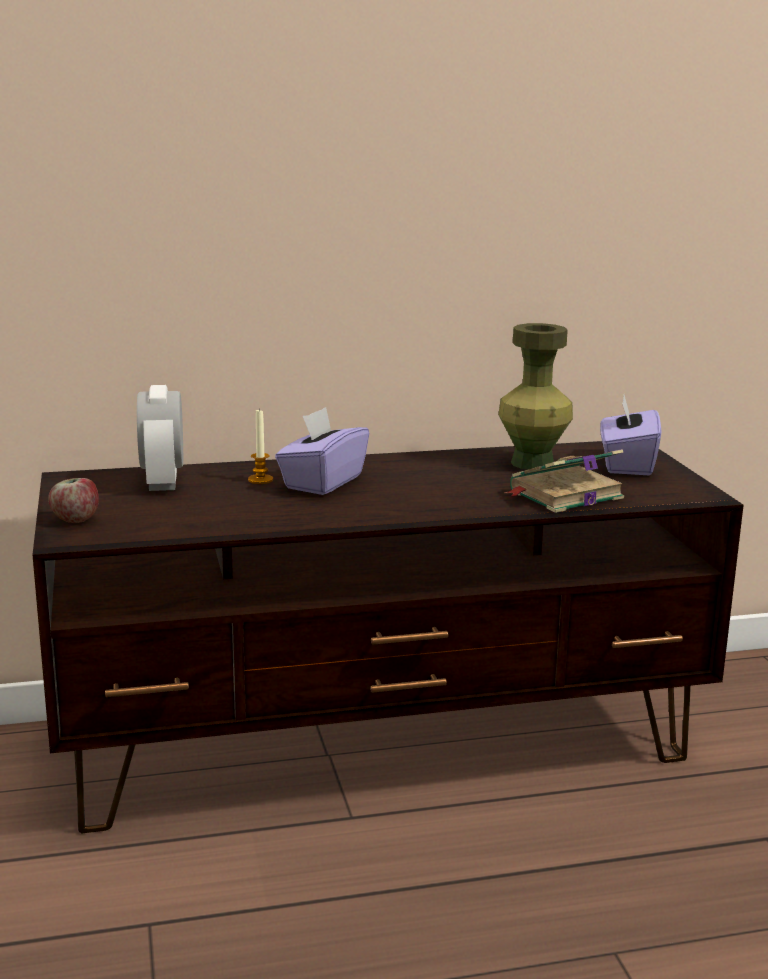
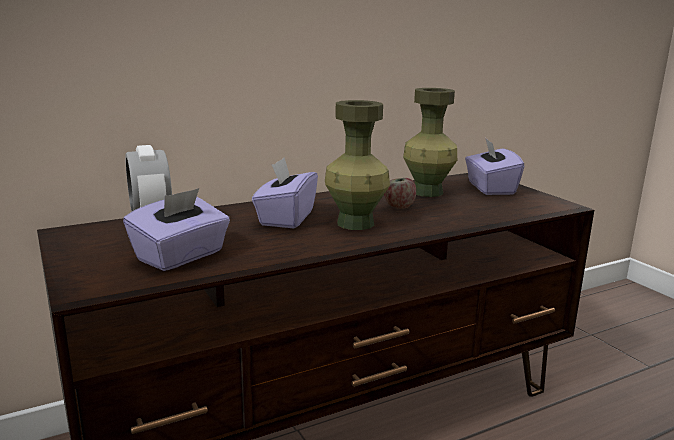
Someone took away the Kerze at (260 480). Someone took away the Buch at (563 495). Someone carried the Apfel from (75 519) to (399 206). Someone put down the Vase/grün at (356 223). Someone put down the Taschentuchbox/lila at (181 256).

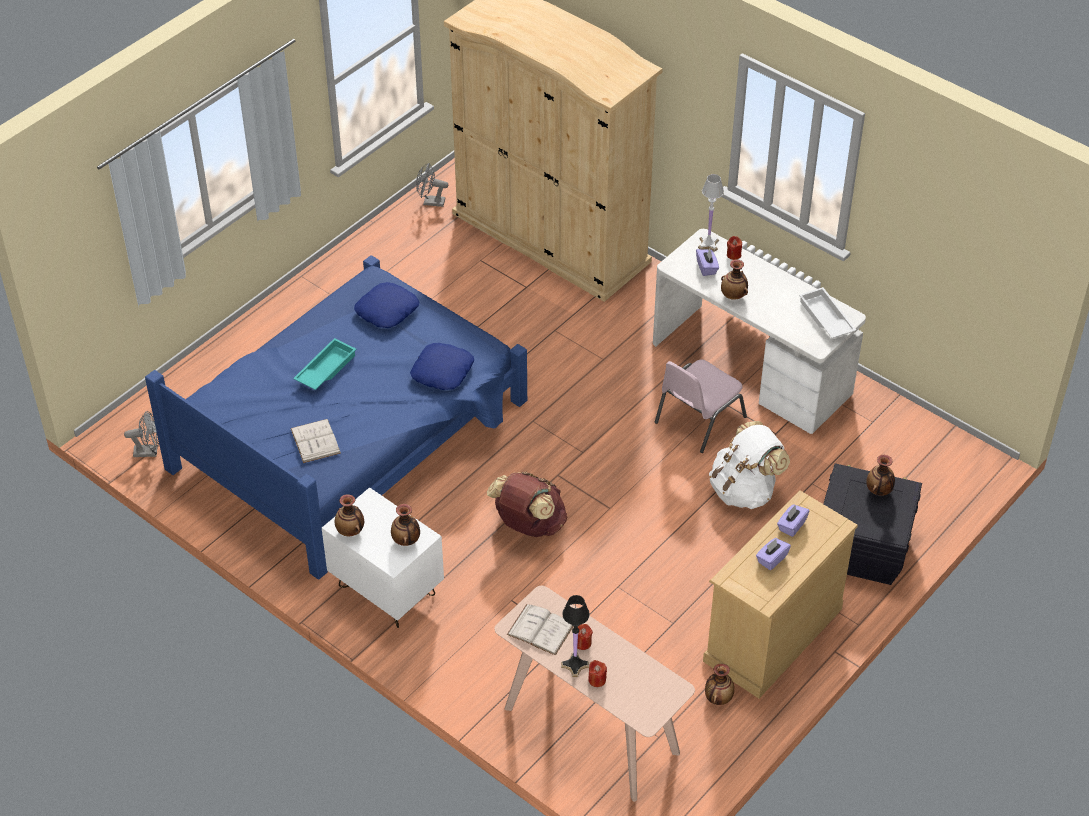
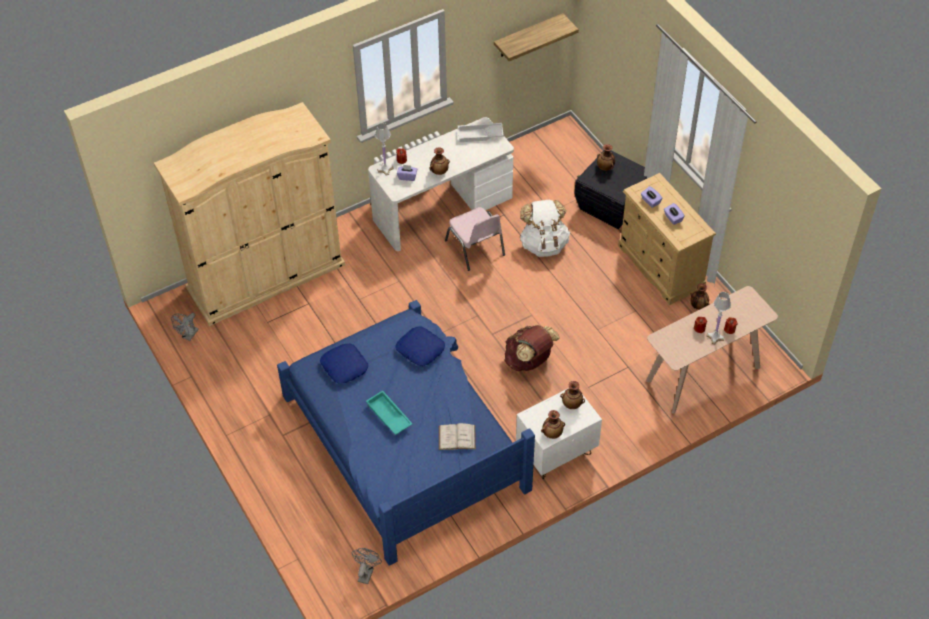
Someone repainted the Tischlampe/schwarz at (575 665), which became the Tischlampe/weiß at (715 337). Someone took away the Buch/weiß at (540 629). Someone put up the Wandregal at (528 36).

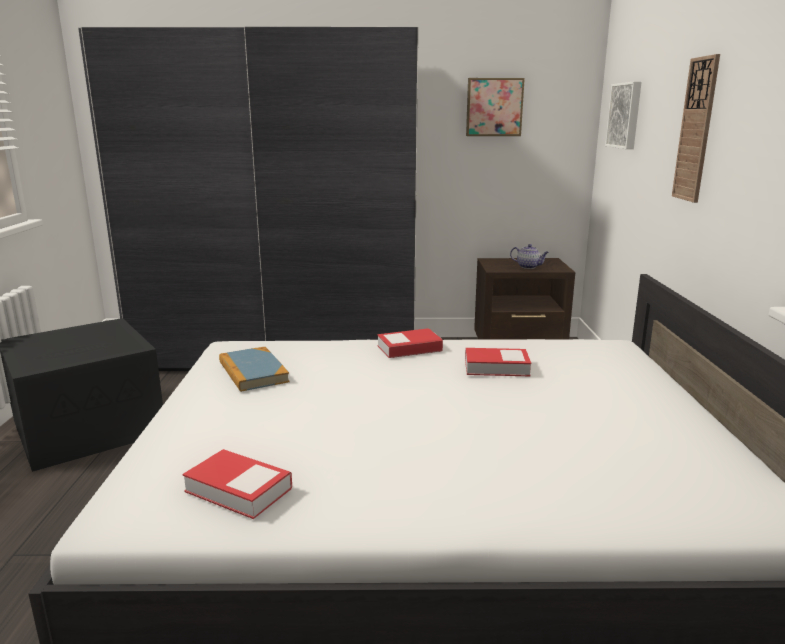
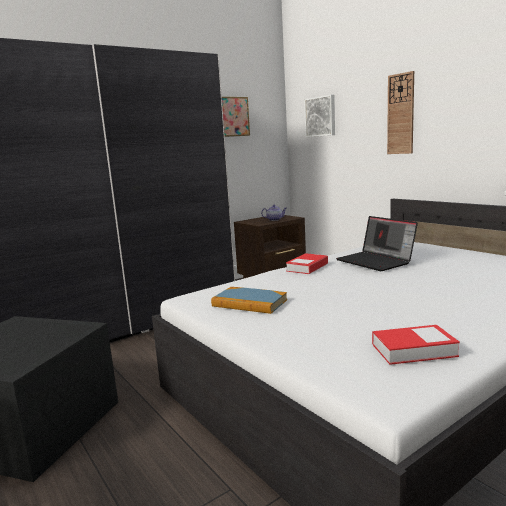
Someone swapped the Buch at (496 367) for the Laptop at (376 261).

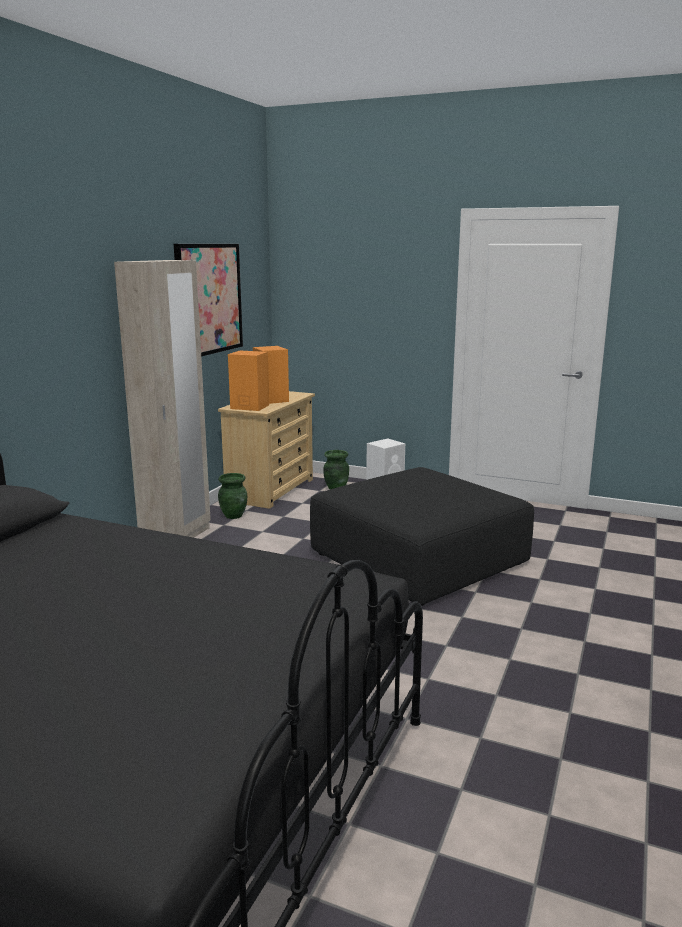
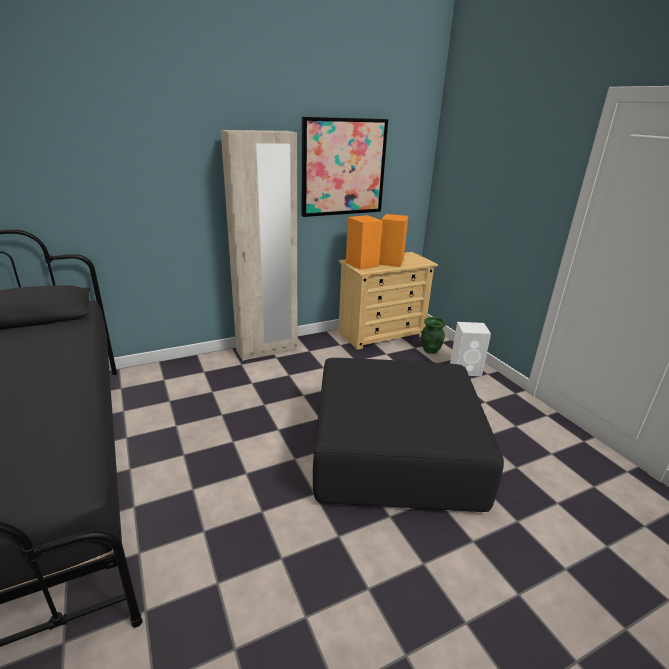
Someone took away the Vase/grün at (234 515).

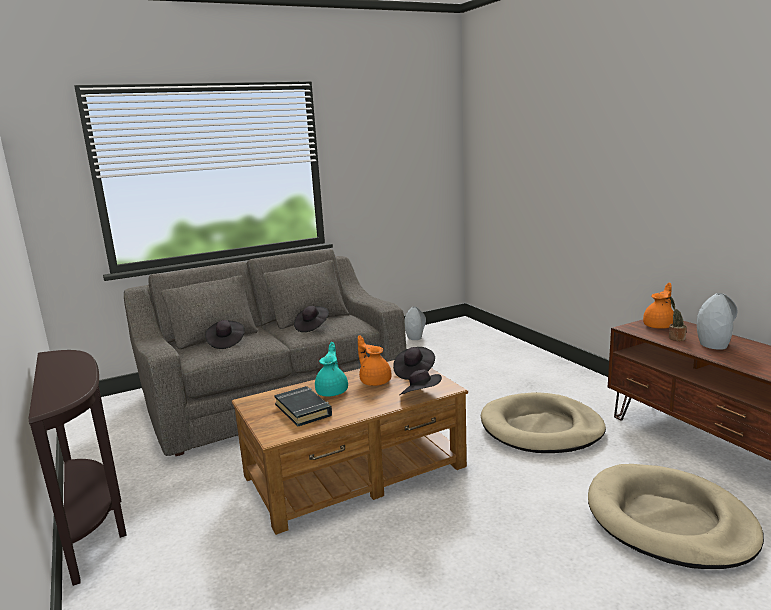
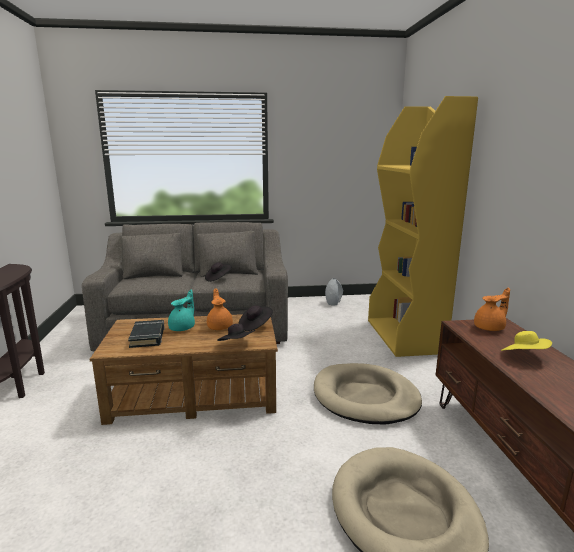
Someone swapped the Vase/grau at (713 345) for the Hut/gelb at (524 356). Someone took away the Topfpflanze at (675 338). Someone took away the Hut/schwarz at (226 342). Someone put down the Bücherregal/gelb at (405 336).

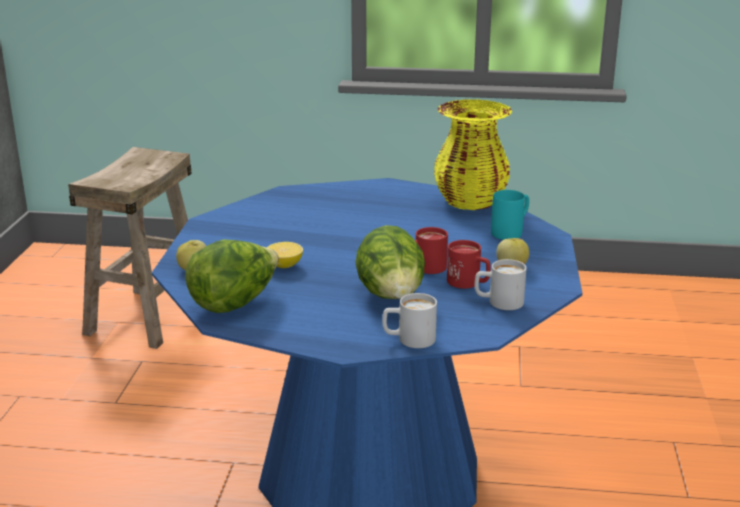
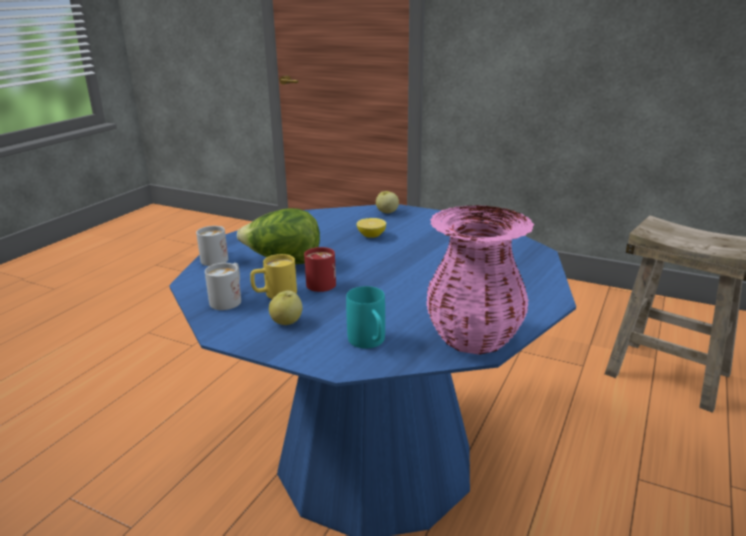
Someone repainted the Vase/gelb at (470 202), which became the Vase/rosa at (473 339). Someone took away the Salatkopf at (235 303). Someone repainted the Henkelbecher/rot at (469 283), which became the Henkelbecher/gelb at (274 294).

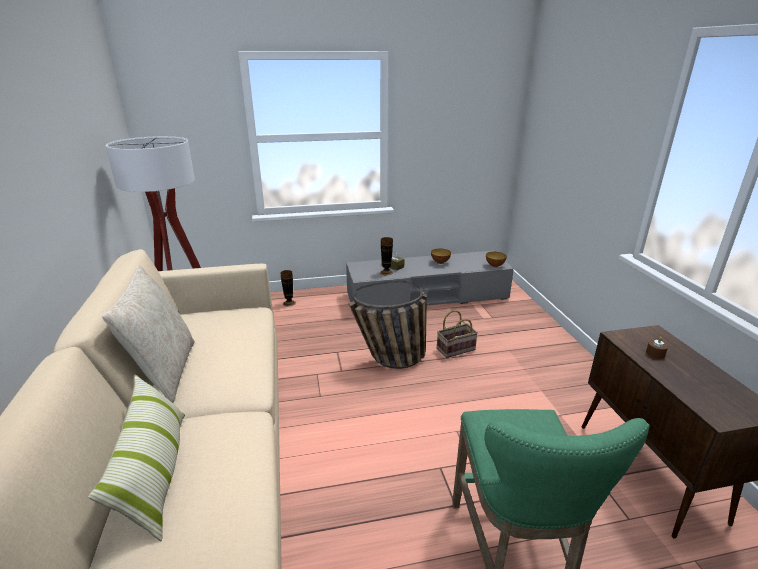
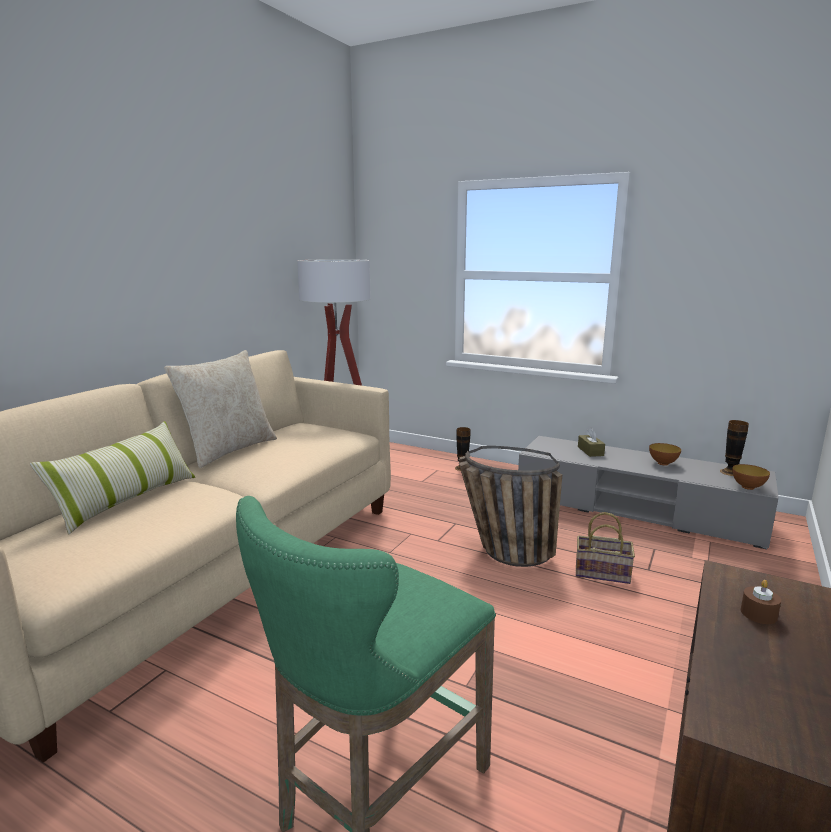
Someone carried the Vase from (386 272) to (730 472).

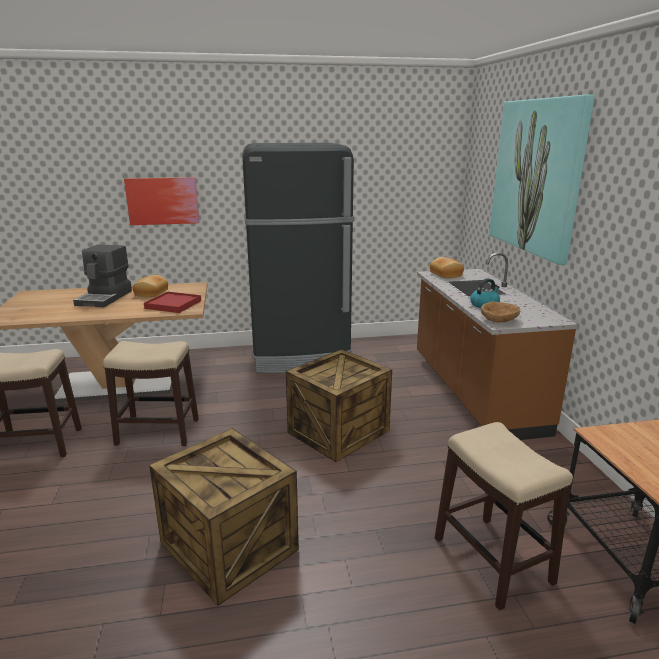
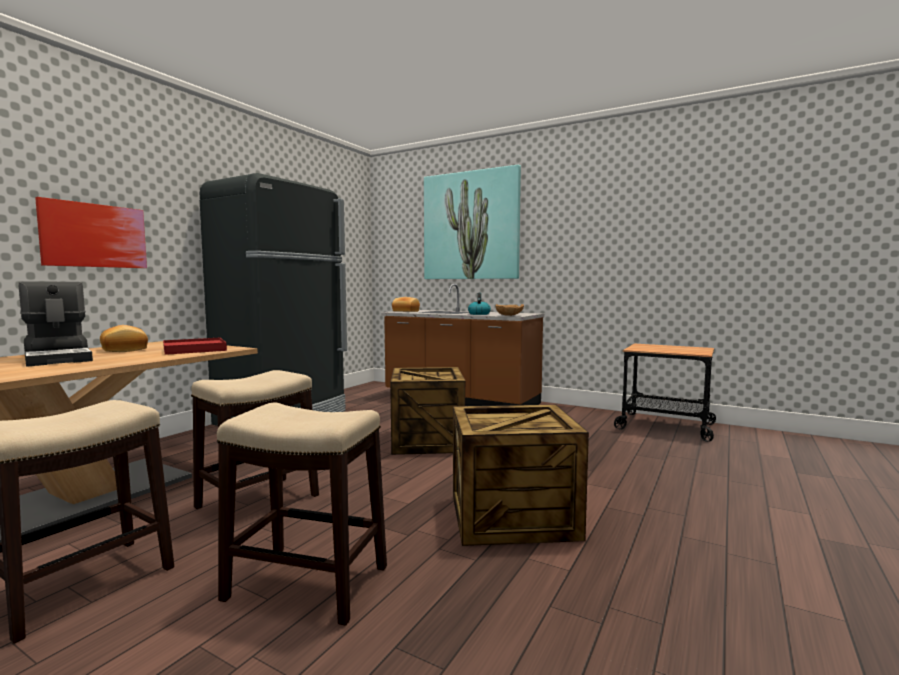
Someone carried the Hocker from (493 561) to (308 583).

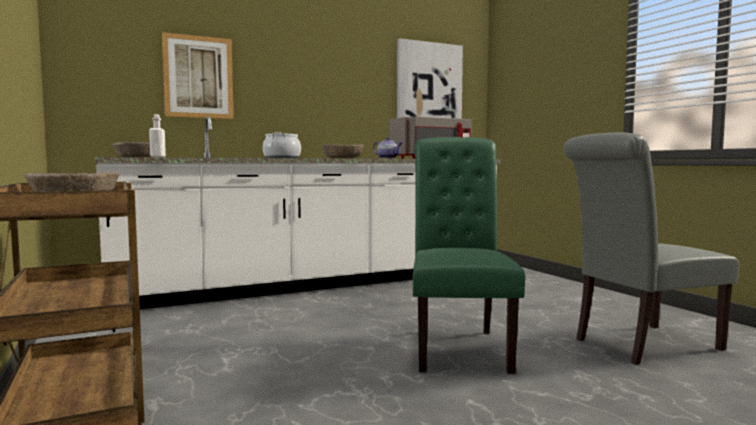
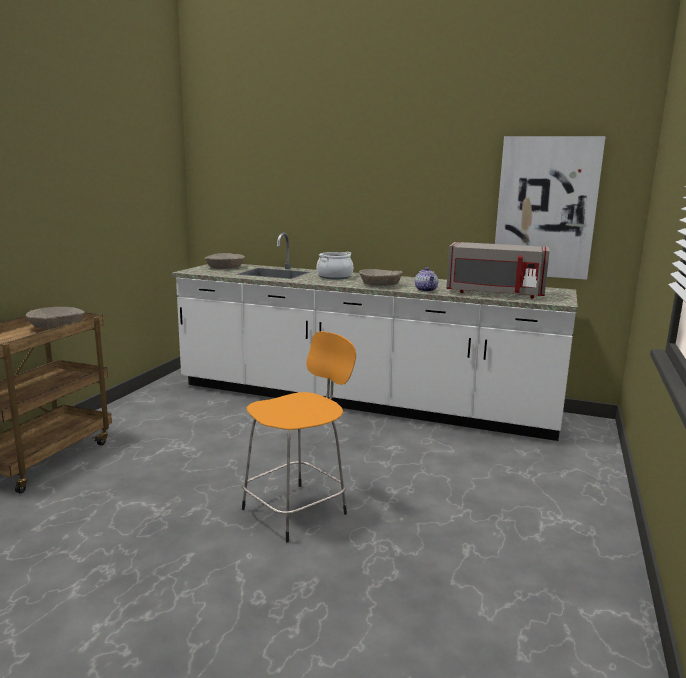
Someone took away the Bild at (198 77). Someone took away the Flasche/weiß at (158 157). Someone took away the Stuhl/grau at (640 345). Someone swapped the Stuhl/grün at (458 346) for the Hocker/orange at (297 510).

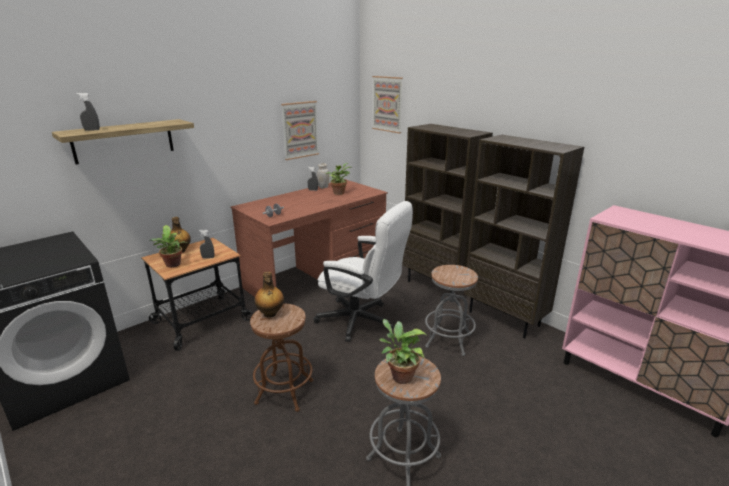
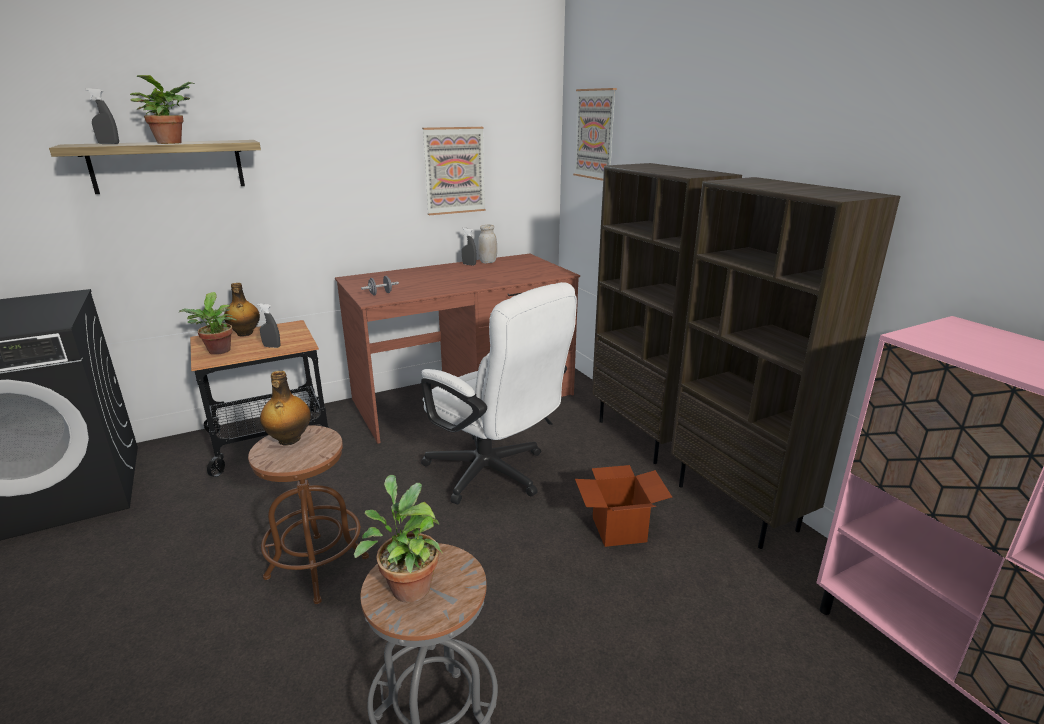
Someone carried the Topfpflanze from (339 192) to (172 143). Someone swapped the Hocker/grau at (448 340) for the Karton at (619 529).

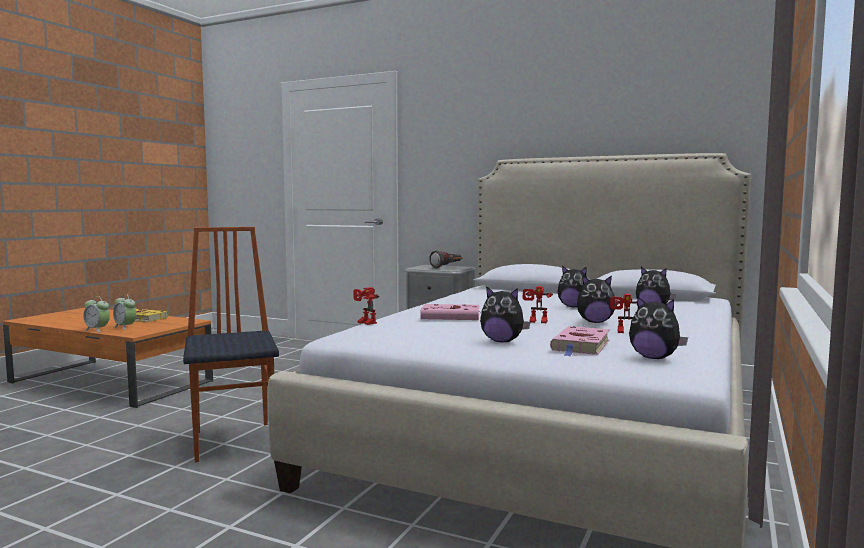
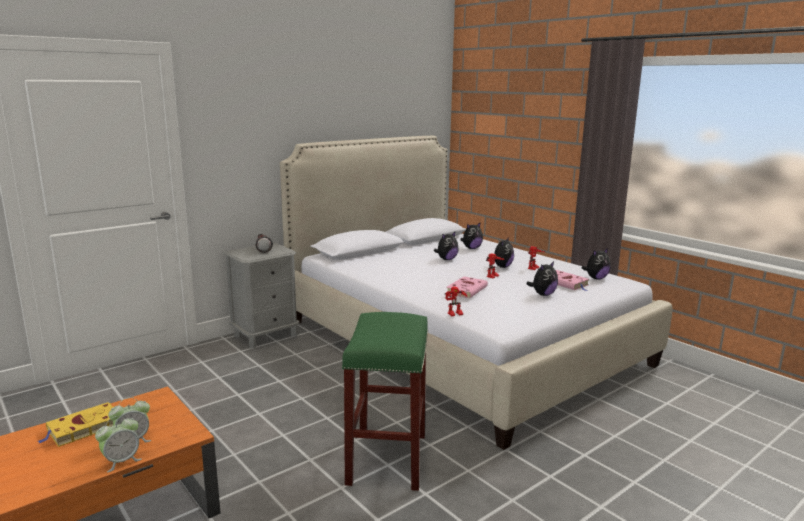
Someone swapped the Stuhl at (235 441) for the Hocker/grün at (386 458).

